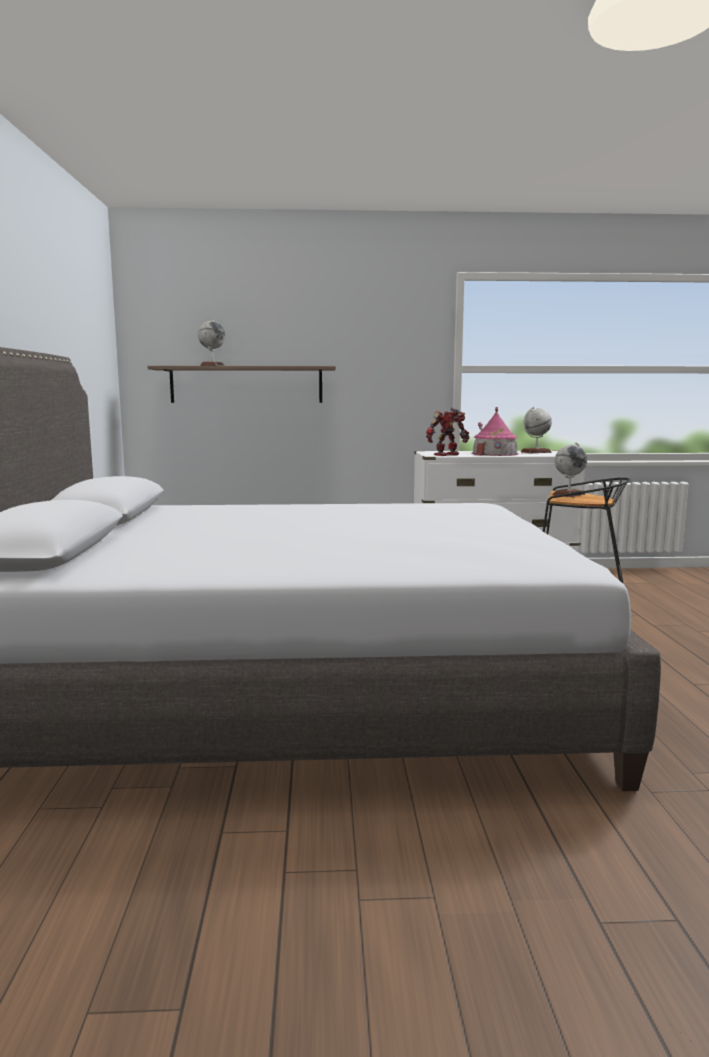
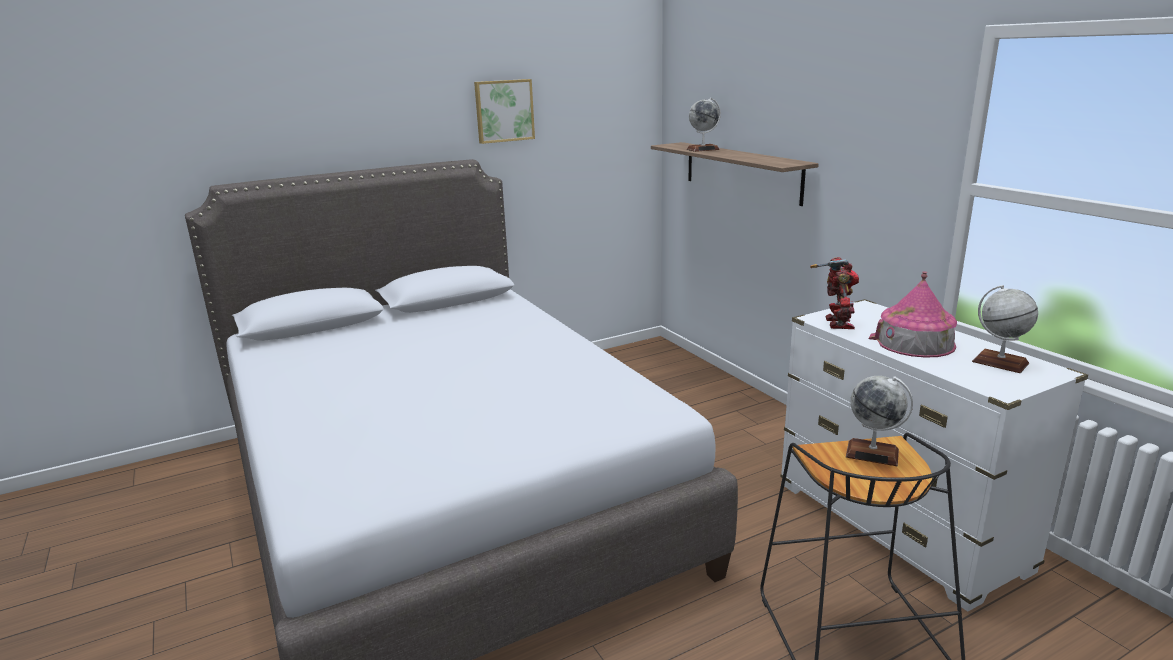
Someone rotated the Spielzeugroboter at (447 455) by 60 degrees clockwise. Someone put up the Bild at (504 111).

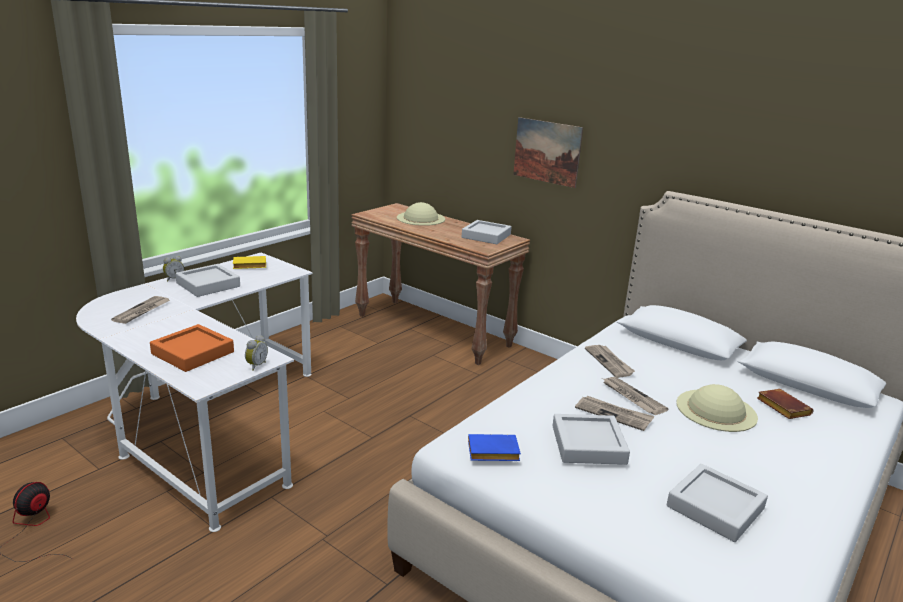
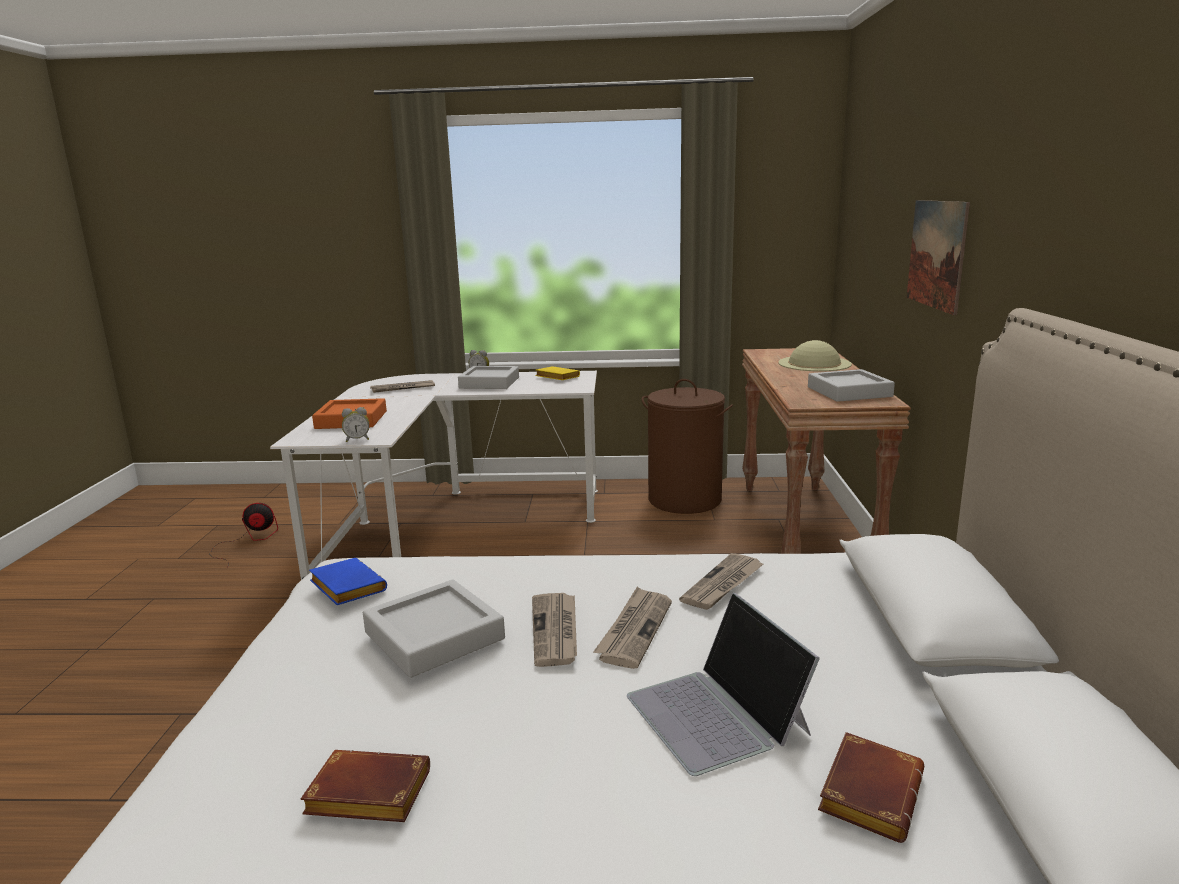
Someone swapped the Hut/beige at (716 410) for the Laptop at (718 714). Someone swapped the Tablett/grau at (715 507) for the Buch/braun at (365 796). Someone put down the Wäschekorb/braun at (685 500).

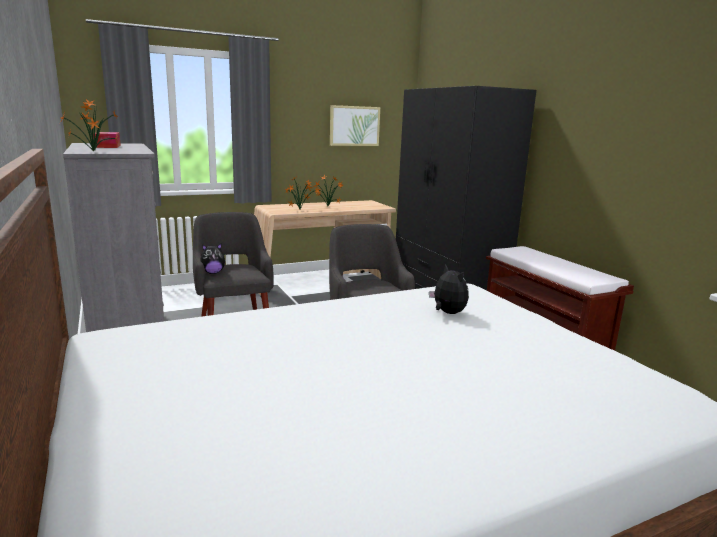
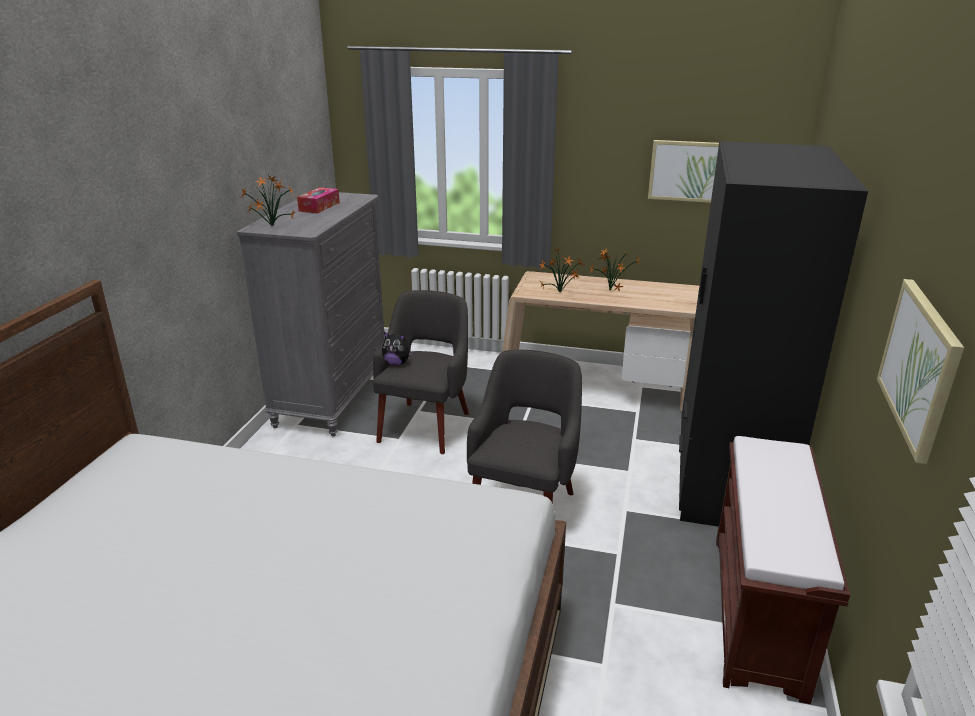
Someone took away the Plüschtier at (447 313). Someone put up the Bild at (920 366).

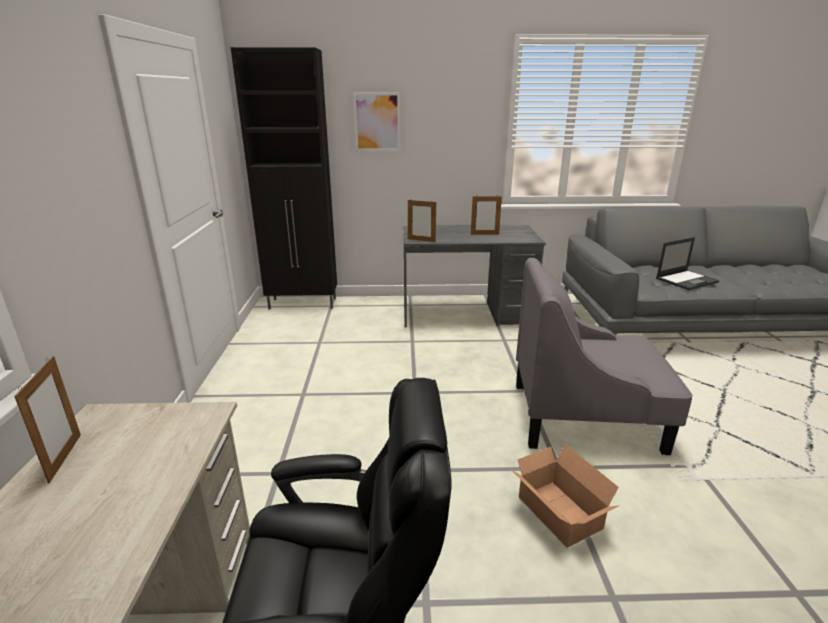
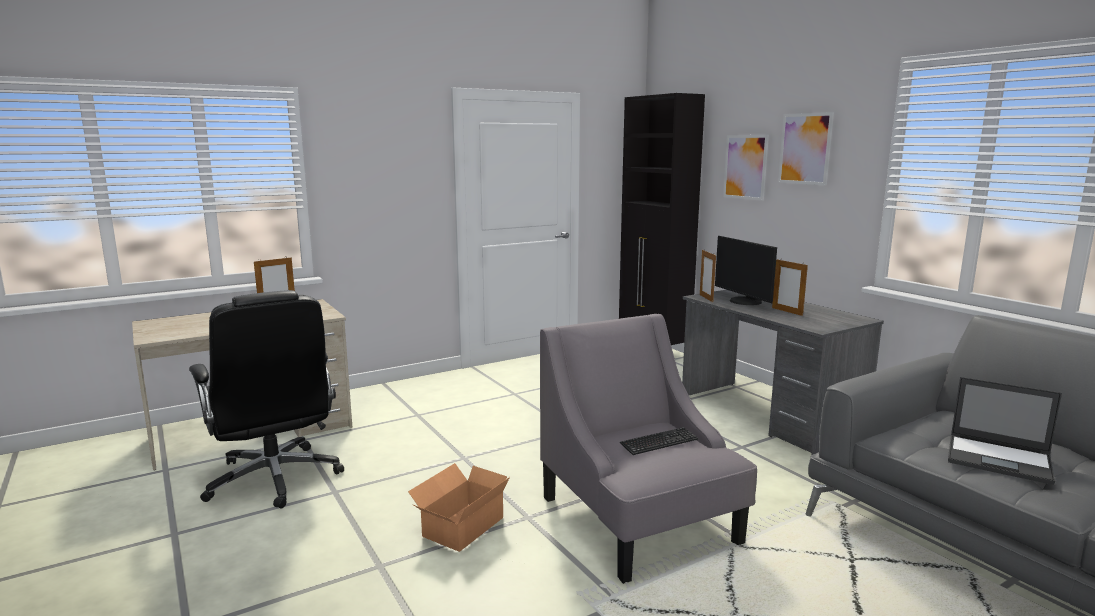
Someone put up the Bild at (805 149). Someone put down the Monitor at (744 301). Someone put down the Tastatur at (659 442).

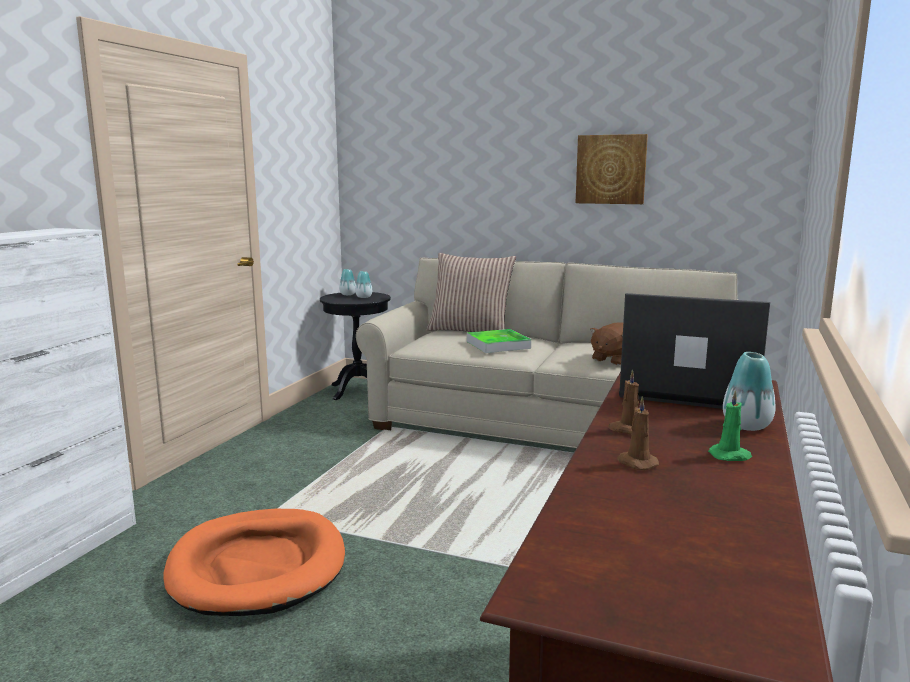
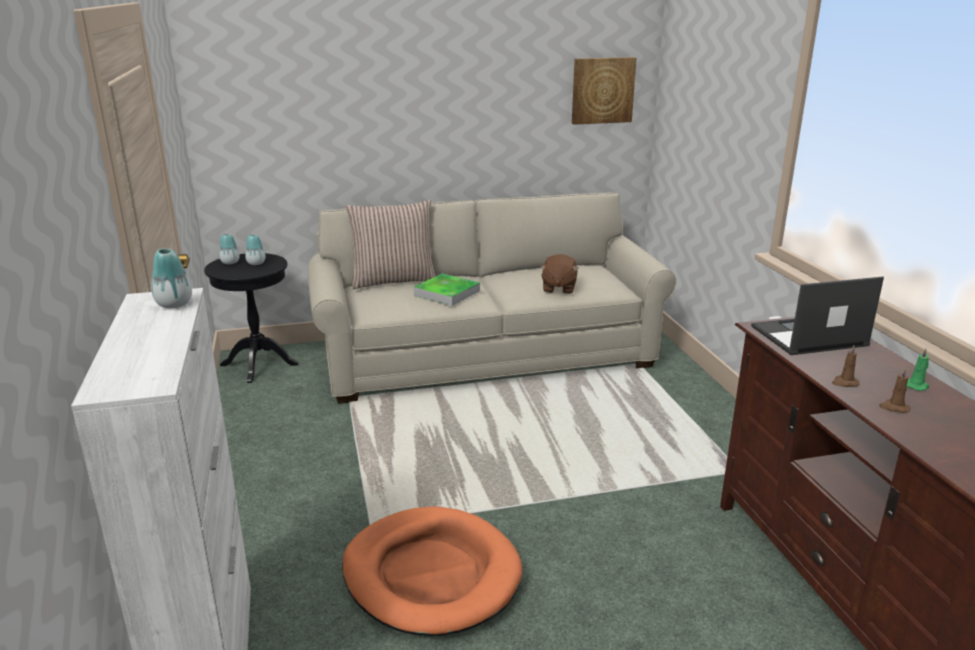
Someone carried the Bild from (611 169) to (602 90). Someone carried the Vase from (746 426) to (174 304).

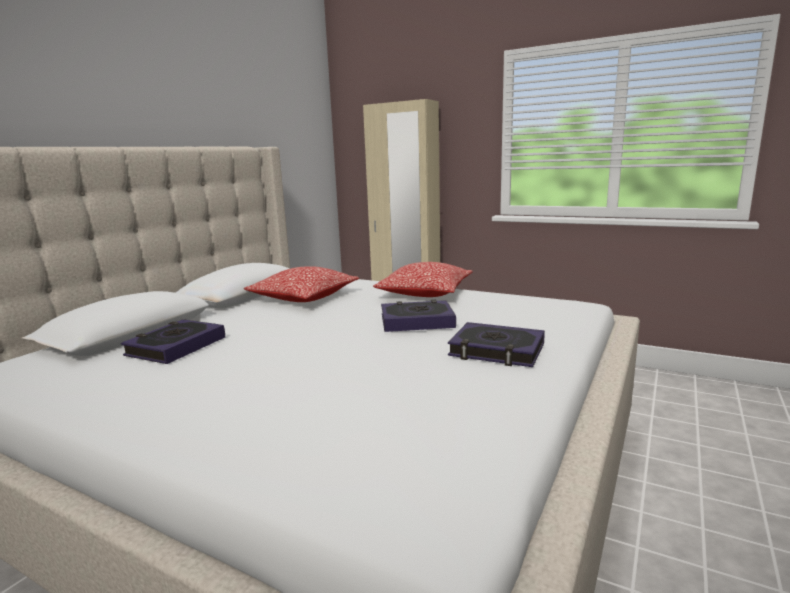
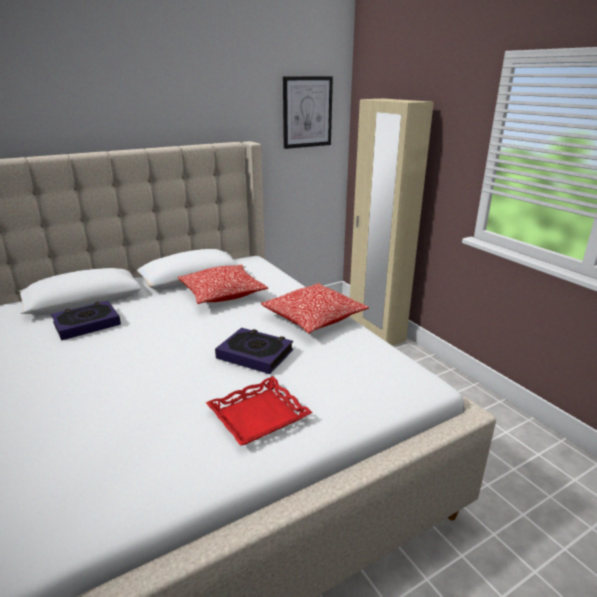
Someone swapped the Buch at (496 351) for the Tablett/rot at (258 416). Someone put up the Bild at (307 112).

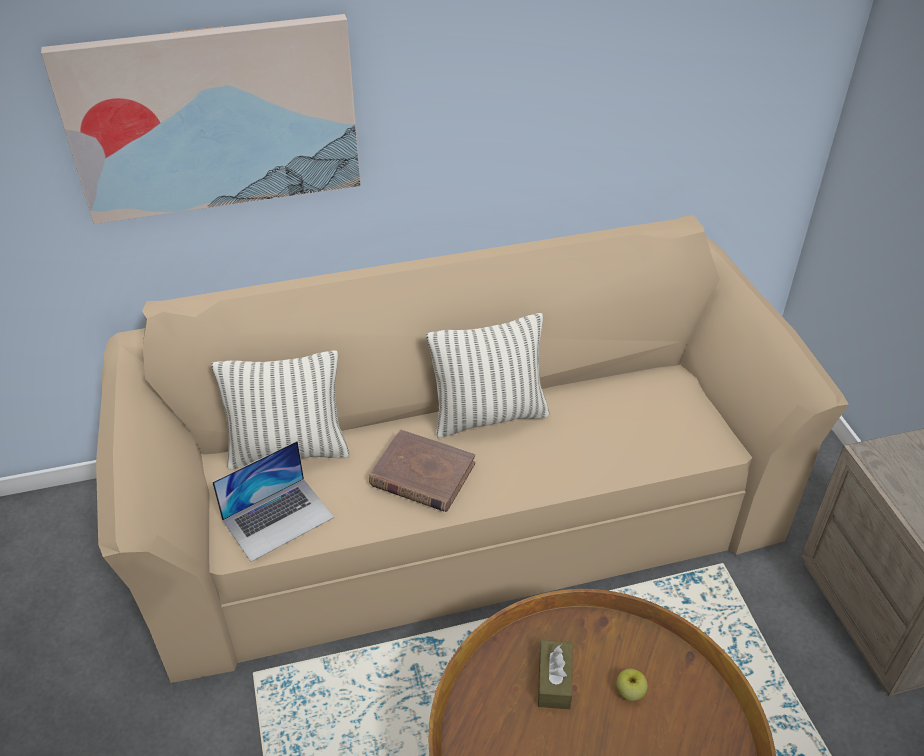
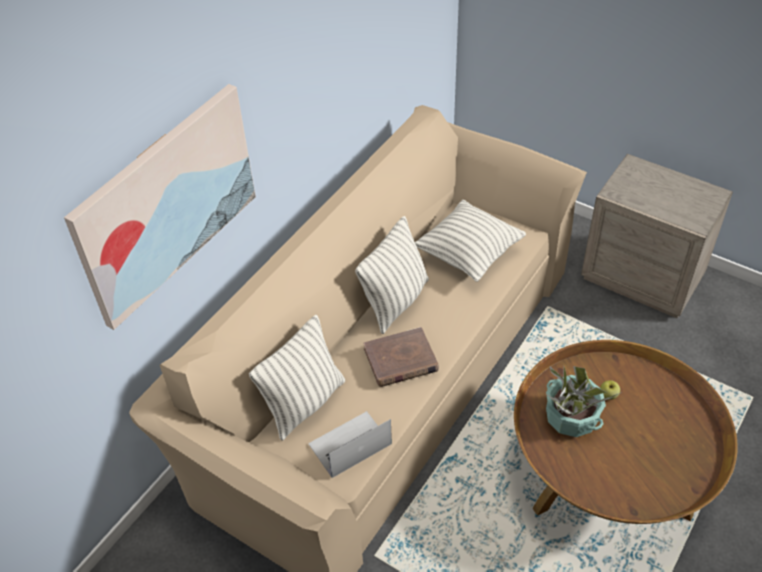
Someone rotated the Laptop at (278 518) by 135 degrees counterclockwise. Someone swapped the Taschentuchbox/braun at (554 681) for the Topfpflanze at (571 417). Someone put down the Kissen at (469 255).

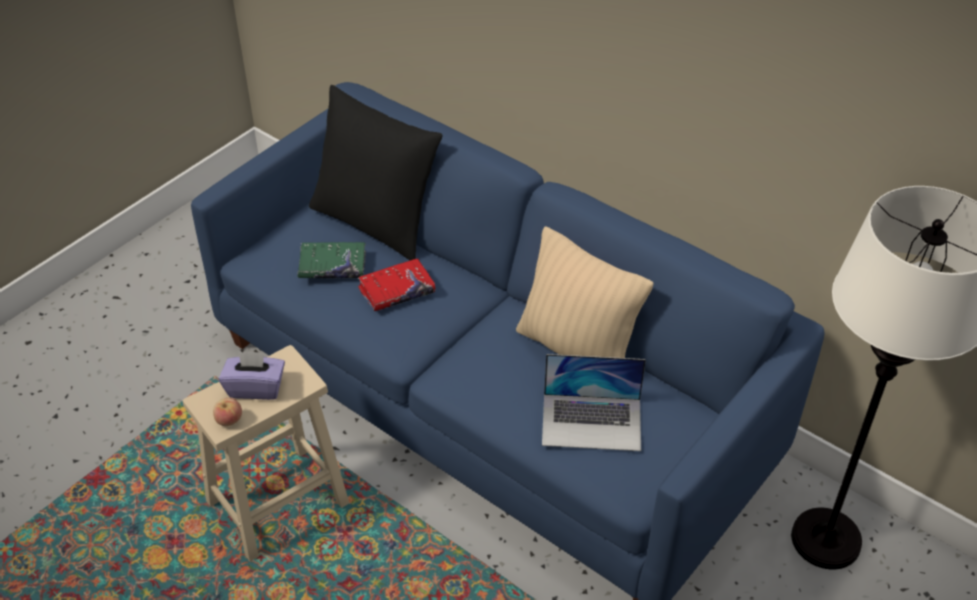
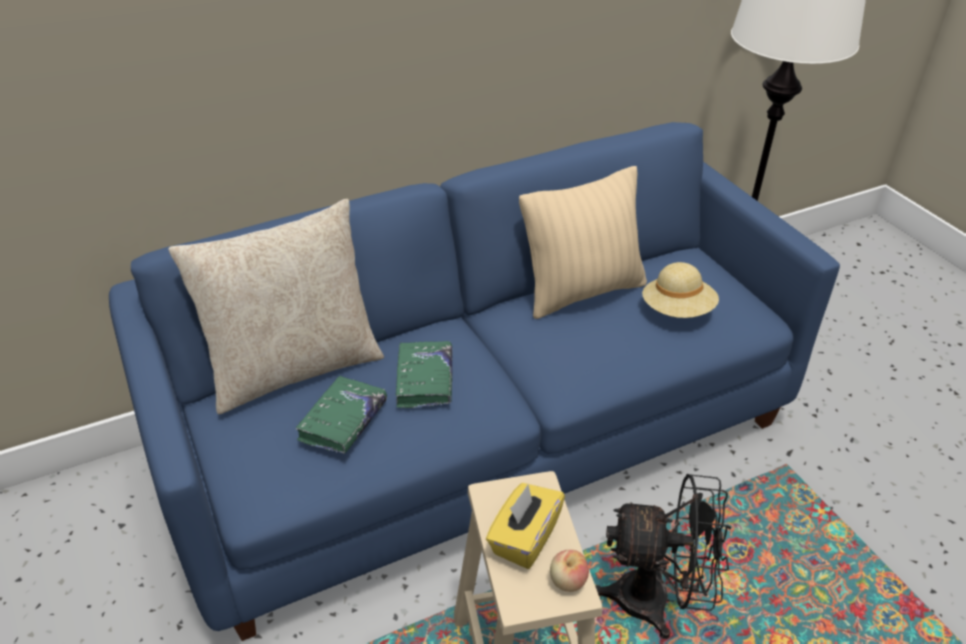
Someone repainted the Kissen/schwarz at (376 222), which became the Kissen/beige at (294 367). Someone repainted the Buch/rot at (396 291), which became the Buch/grün at (425 380). Someone repainted the Taschentuchbox/lila at (256 387), which became the Taschentuchbox/gelb at (524 538). Someone swapped the Laptop at (592 422) for the Hut/beige at (677 310). Someone put down the Ventilator/schwarz at (657 600).

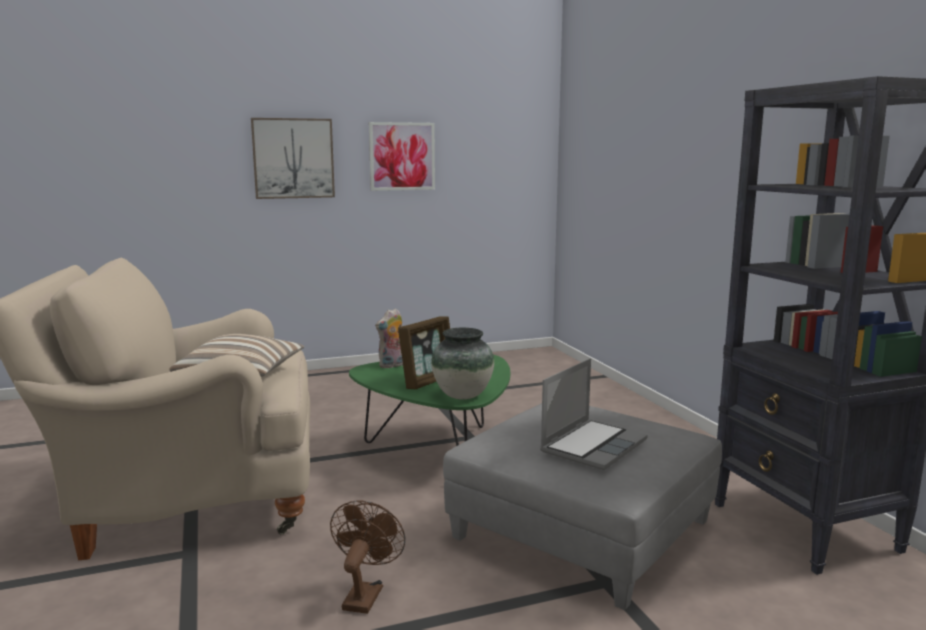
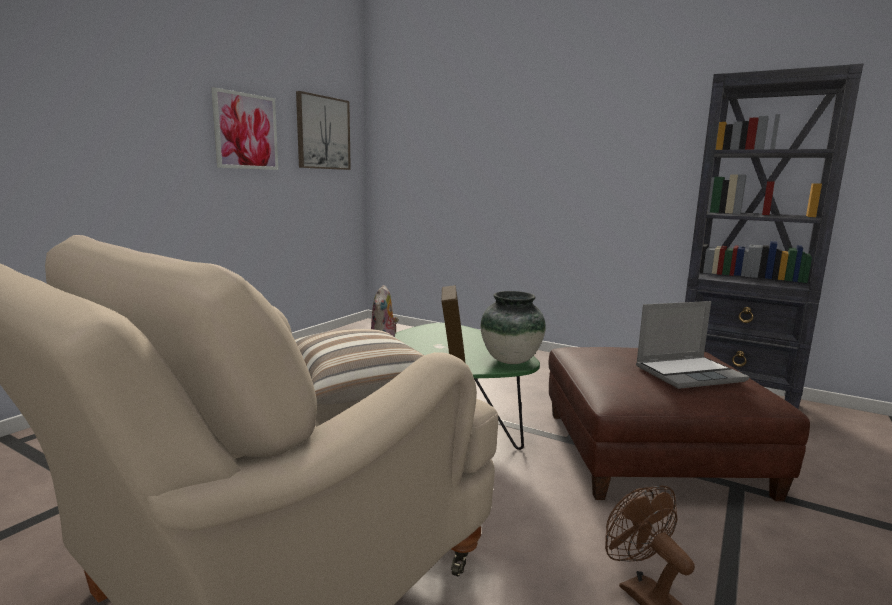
Someone carried the Bild from (293 158) to (323 133). Someone rotated the Laptop at (593 445) by 75 degrees clockwise. Someone repainted the Polsterhocker/grau at (583 528), which became the Polsterhocker/braun at (651 451).

